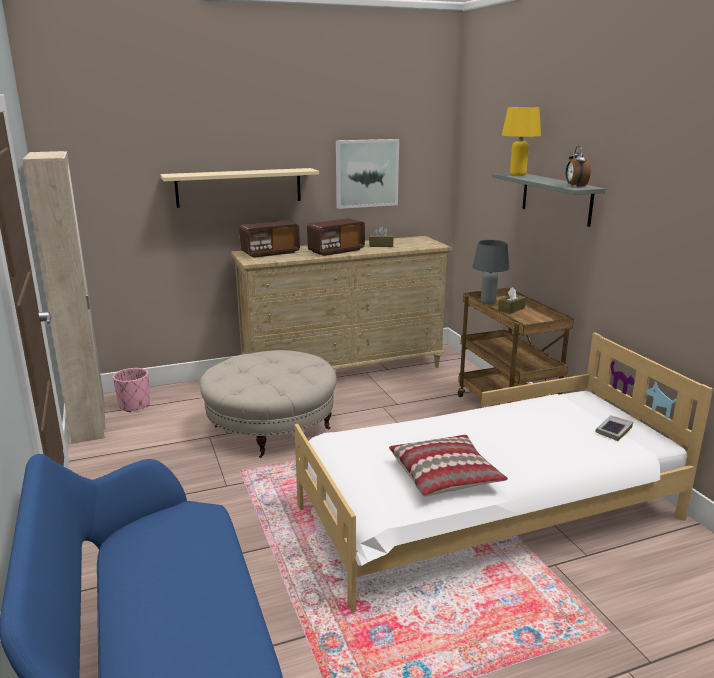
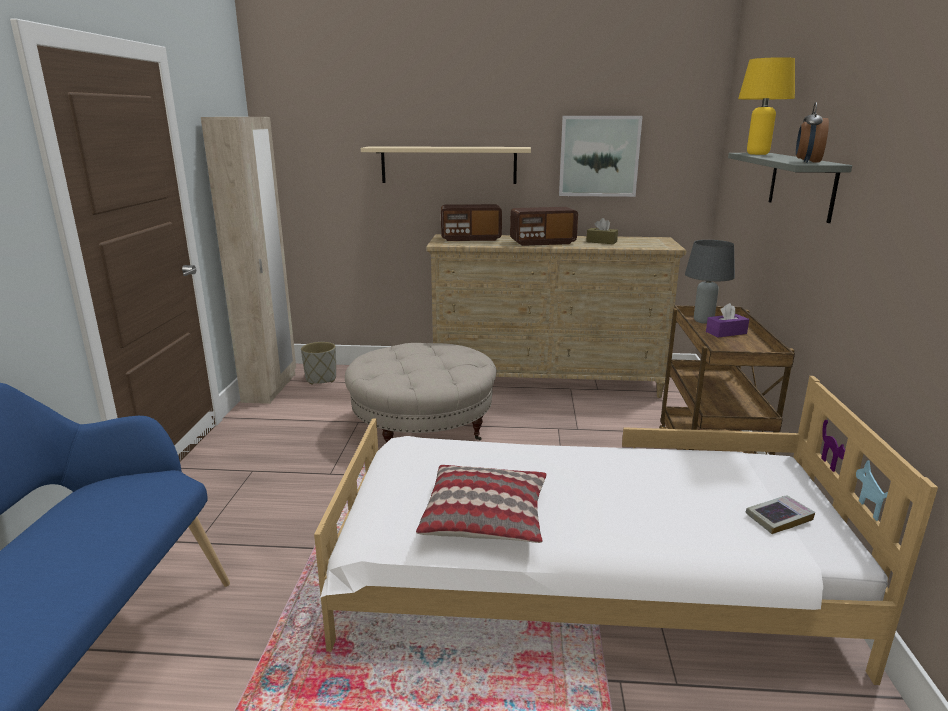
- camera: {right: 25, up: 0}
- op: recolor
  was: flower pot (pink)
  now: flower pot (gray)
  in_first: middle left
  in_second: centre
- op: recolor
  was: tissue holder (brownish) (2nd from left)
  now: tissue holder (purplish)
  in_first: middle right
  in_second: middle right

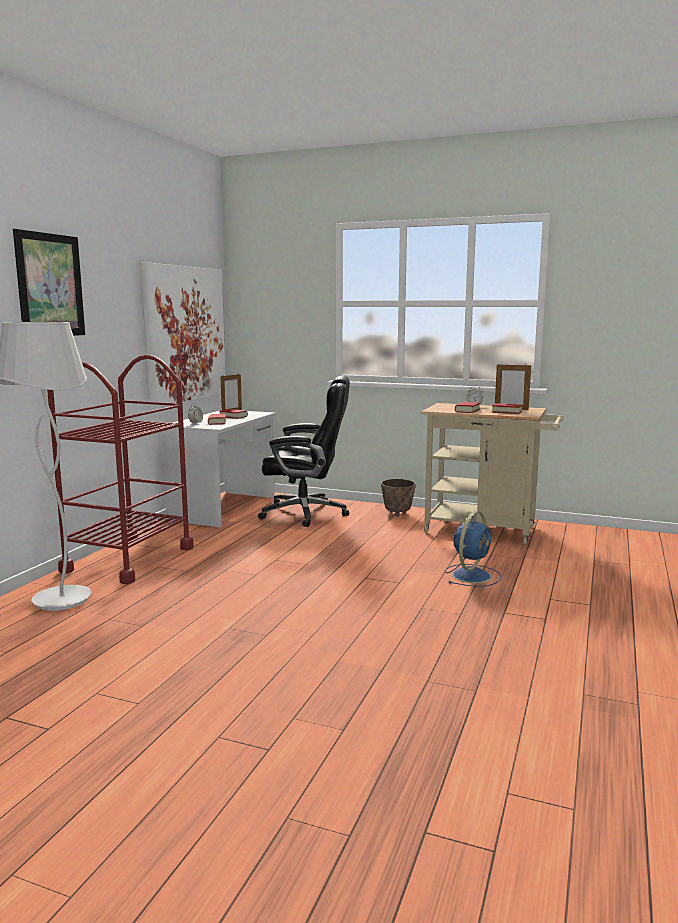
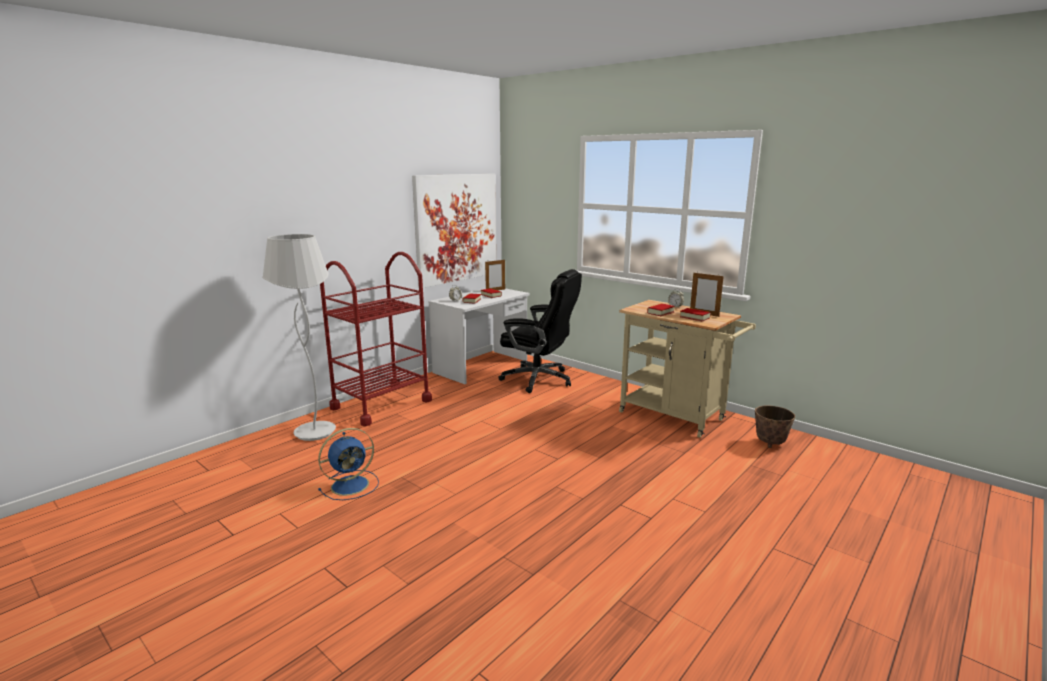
- camera: {right: 20, up: 5}
- op: delete
  was: wall art (1st from left)
  in_first: top left
- op: move
  was: flower pot
  in_first: centre
  in_second: middle right
- op: move
  was: fan (blue)
  in_first: middle right
  in_second: bottom left

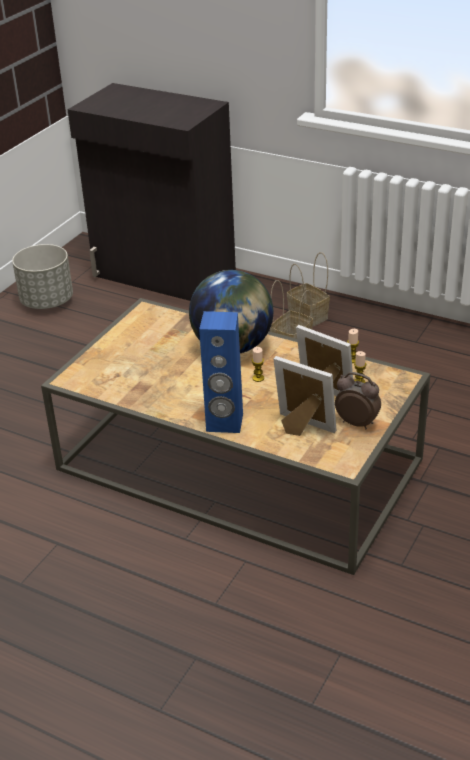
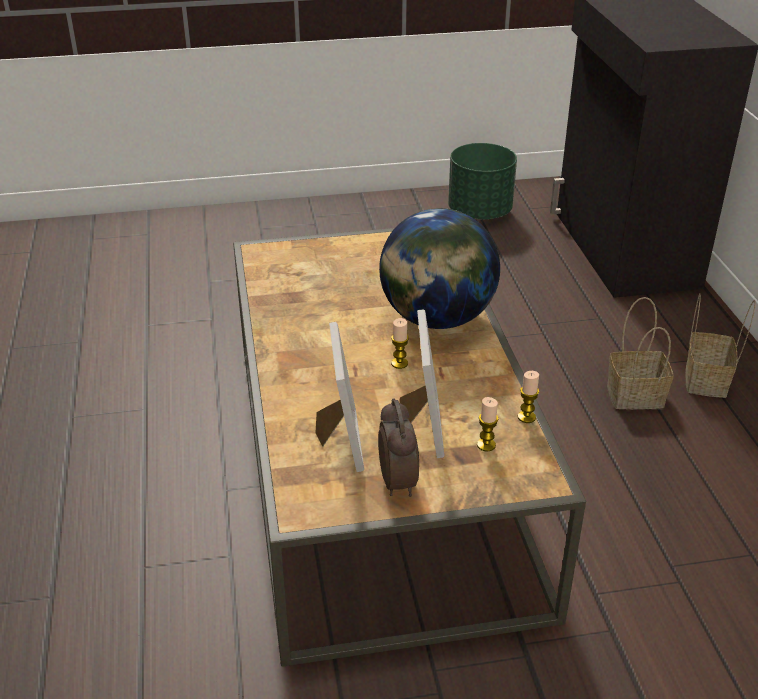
- camera: {right: 50, up: 0}
- op: delete
  was: speaker (blue)
  in_first: centre
- op: recolor
  was: flower pot (gray)
  now: flower pot (green)
  in_first: middle left
  in_second: top centre

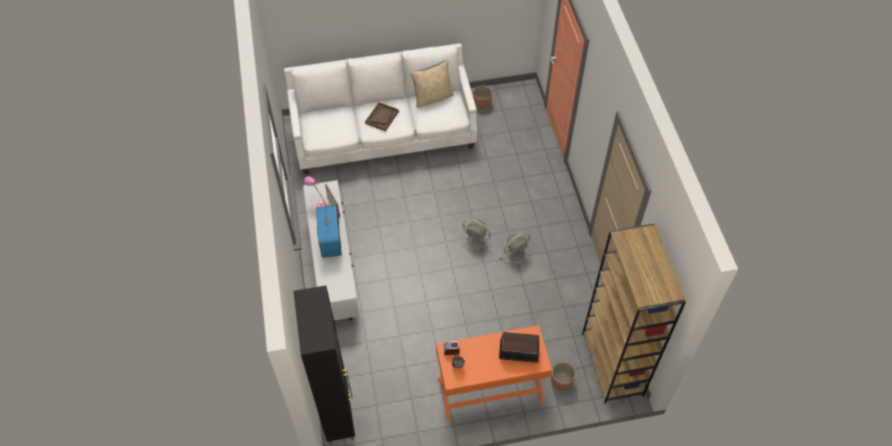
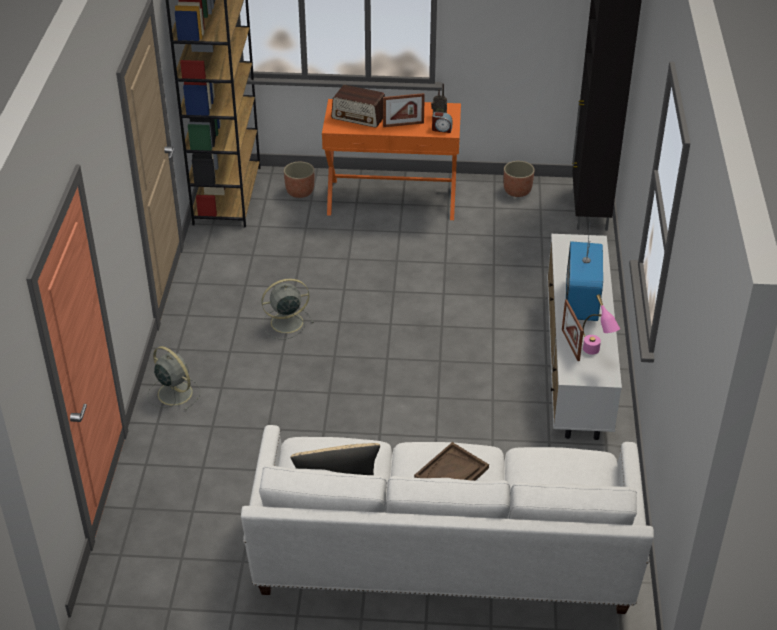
- camera: {right: -165, up: -15}
- op: insert
  now: picture frame (1st from left)
  in_second: top centre
- op: move
  was: fan (gray) (1st from left)
  in_first: centre
  in_second: middle left
- op: move
  was: flower pot (1st from left in the first image)
  now: flower pot (2nd from left)
  in_first: top centre
  in_second: top right

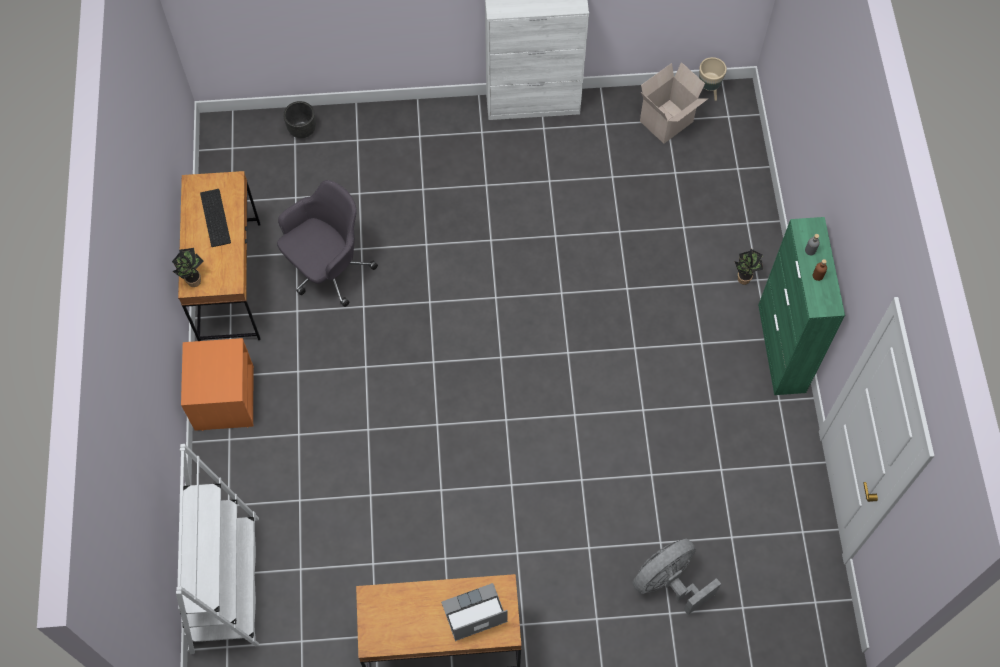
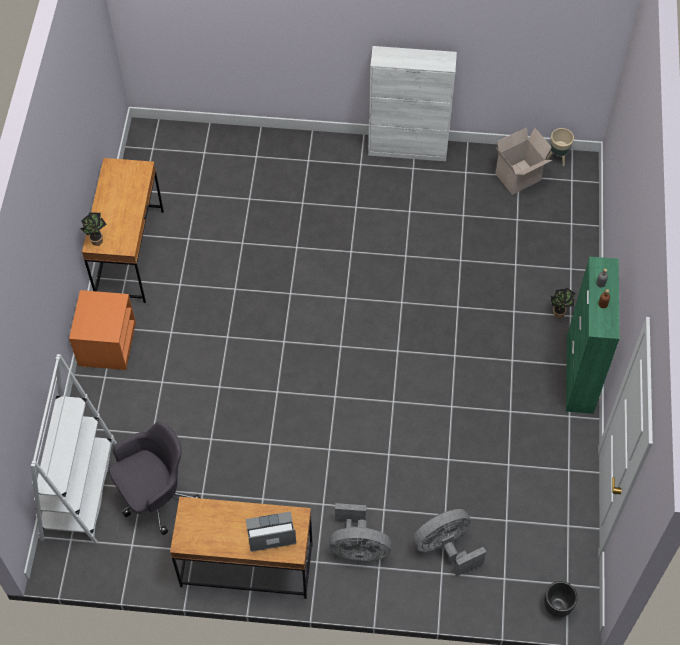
- camera: {right: 10, up: -5}
- op: delete
  was: PC keyboard
  in_first: top left
- op: insert
  now: fan (gray) (1st from left)
  in_second: bottom centre
- op: move
  was: computer chair (gray)
  in_first: middle left
  in_second: bottom left
- op: move
  was: flower pot (blackish)
  in_first: top left
  in_second: bottom right

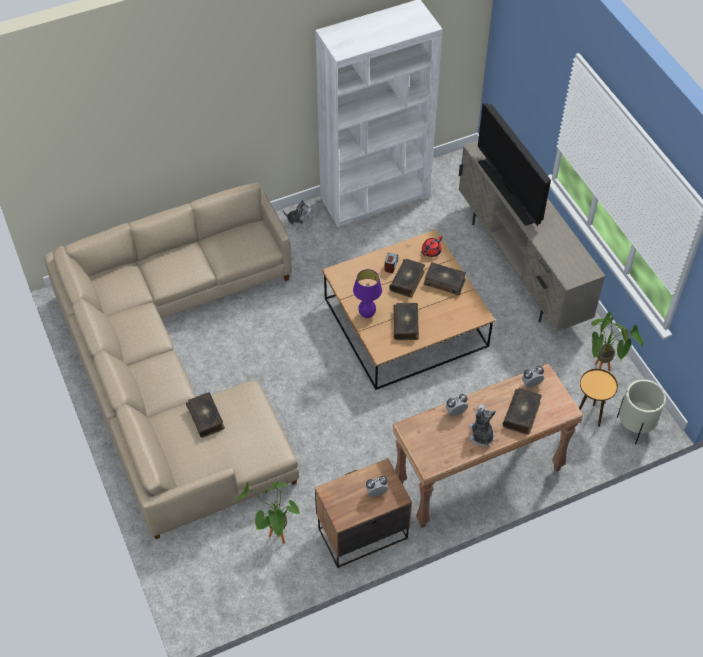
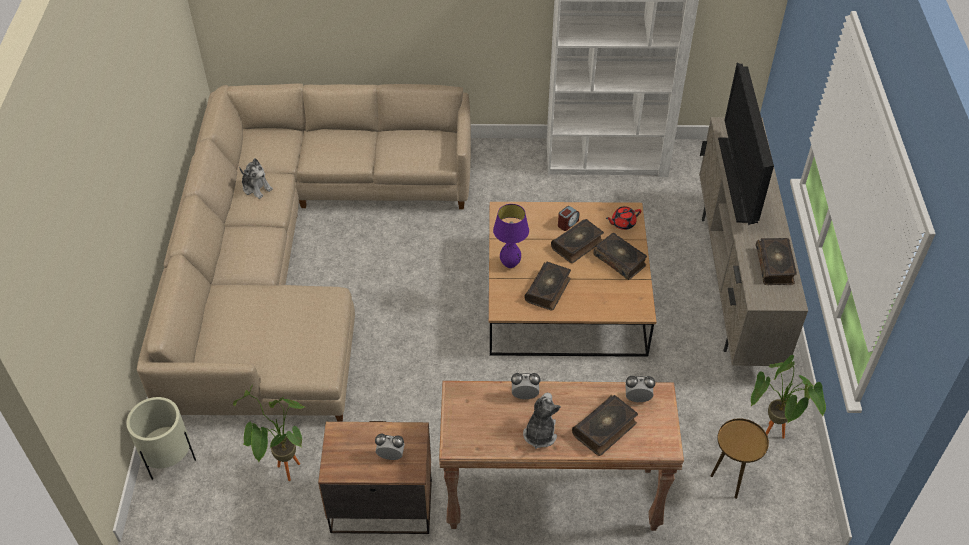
- camera: {right: 25, up: -5}
- op: move
  was: bound book (1st from left in the first image)
  now: bound book (5th from left)
  in_first: middle left
  in_second: middle right
- op: move
  was: plush toy (1st from left)
  in_first: top centre
  in_second: top left
- op: move
  was: flower pot (beige-coloured)
  in_first: middle right
  in_second: bottom left

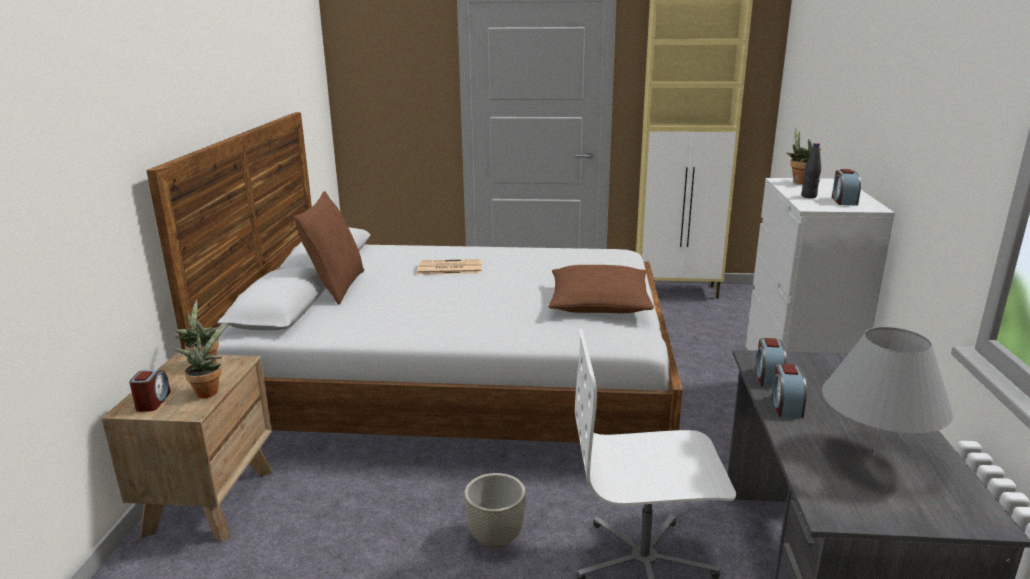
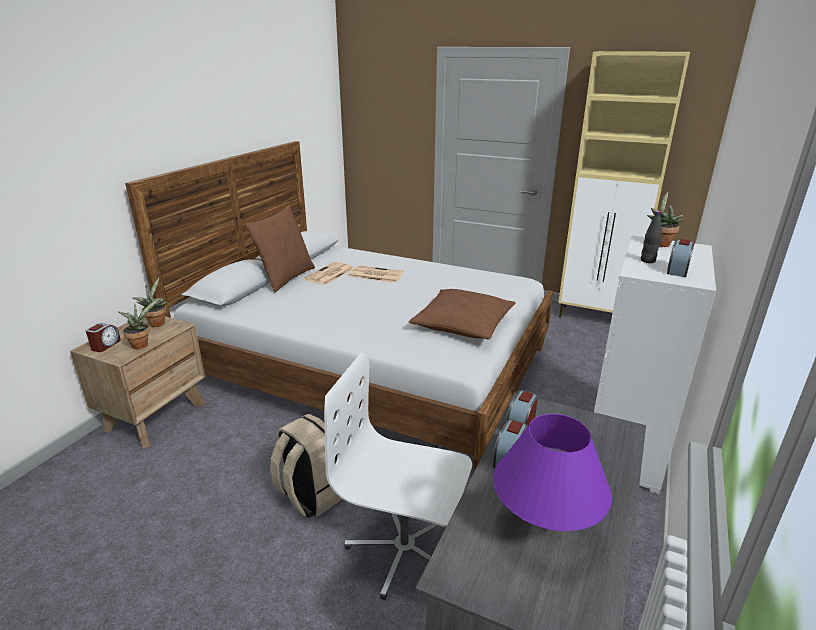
- camera: {right: 20, up: 5}
- op: insert
  now: printed paper (1st from left)
  in_second: centre
- op: replace
  was: flower pot (gray)
  now: backpack (beige-coloured)
  in_first: bottom centre
  in_second: bottom centre
- op: recolor
  was: table lamp (gray)
  now: table lamp (purplish)
  in_first: bottom right
  in_second: bottom right

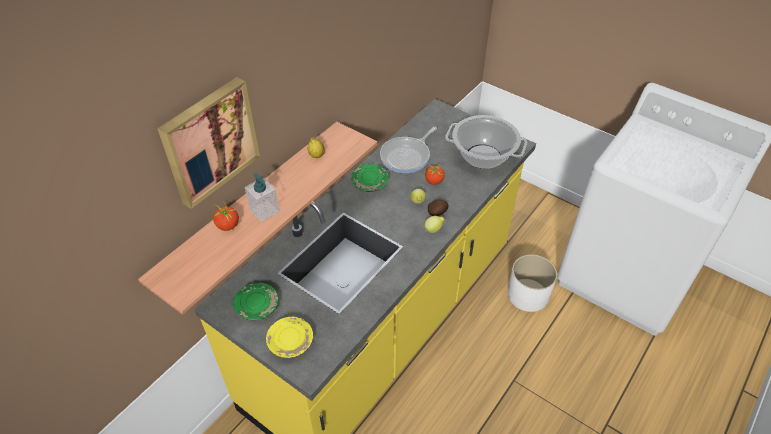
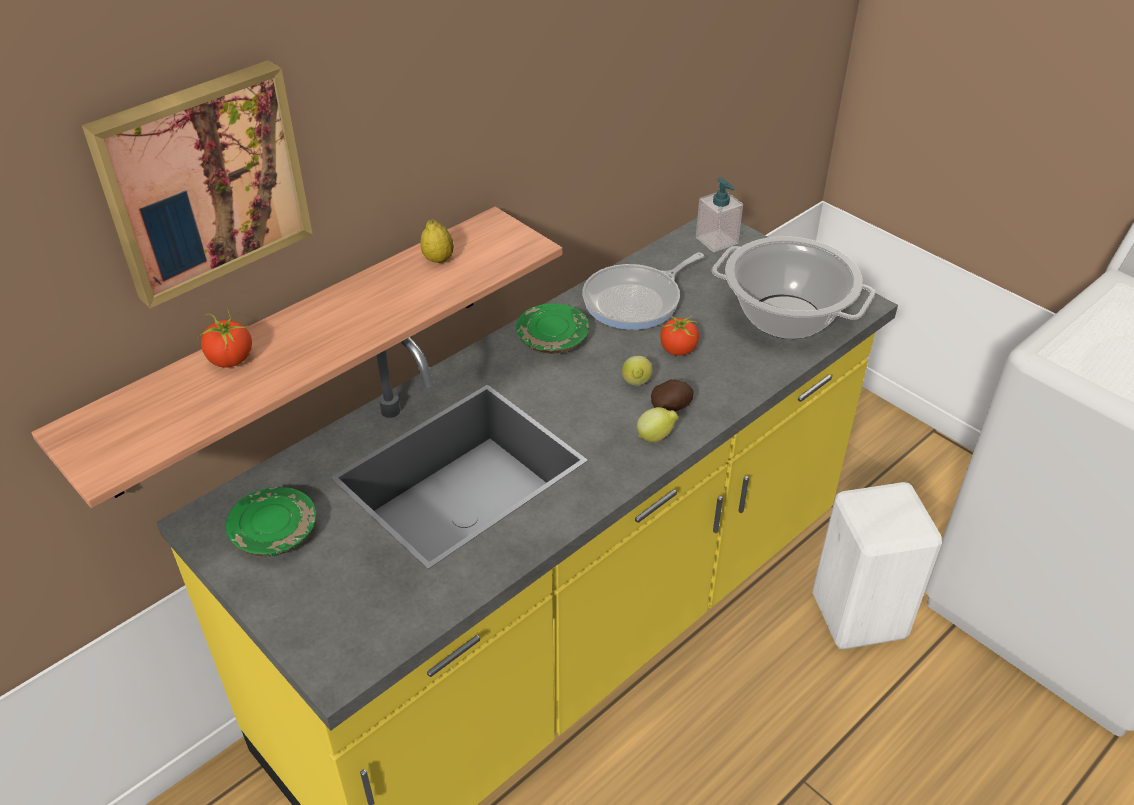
- camera: {right: 10, up: -5}
- op: delete
  was: flat dish (yellow-coloured)
  in_first: bottom centre
- op: move
  was: soap bottle
  in_first: centre
  in_second: top centre
- op: replace
  was: flower pot (whitish)
  now: stool (whitish)
  in_first: middle right
  in_second: bottom right

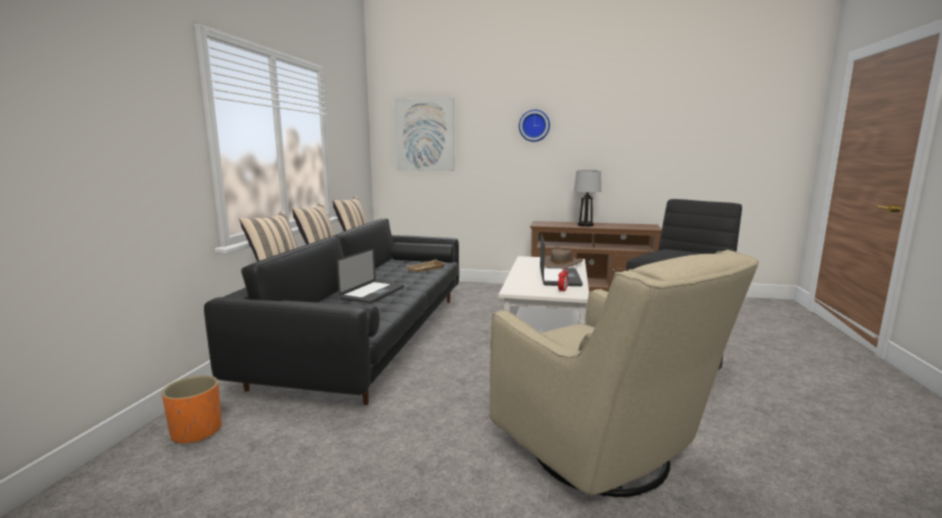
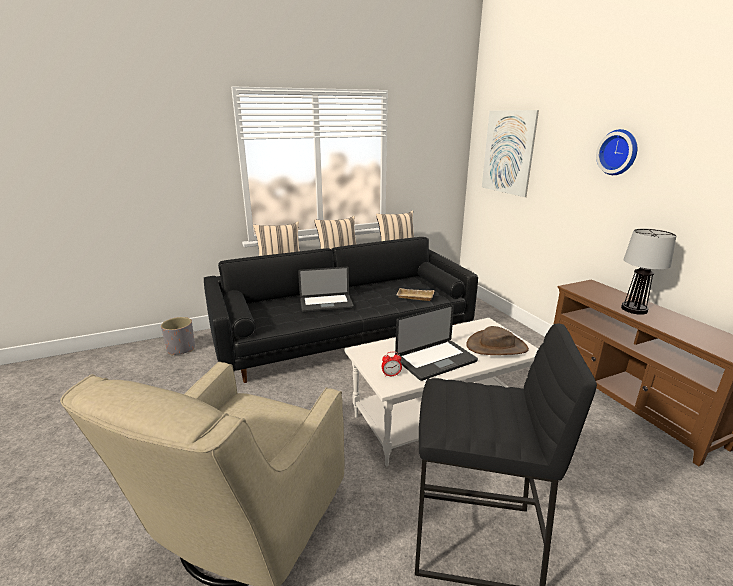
- camera: {right: 55, up: 10}
- op: recolor
  was: flower pot (orange-coloured)
  now: flower pot (gray)
  in_first: bottom left
  in_second: middle left

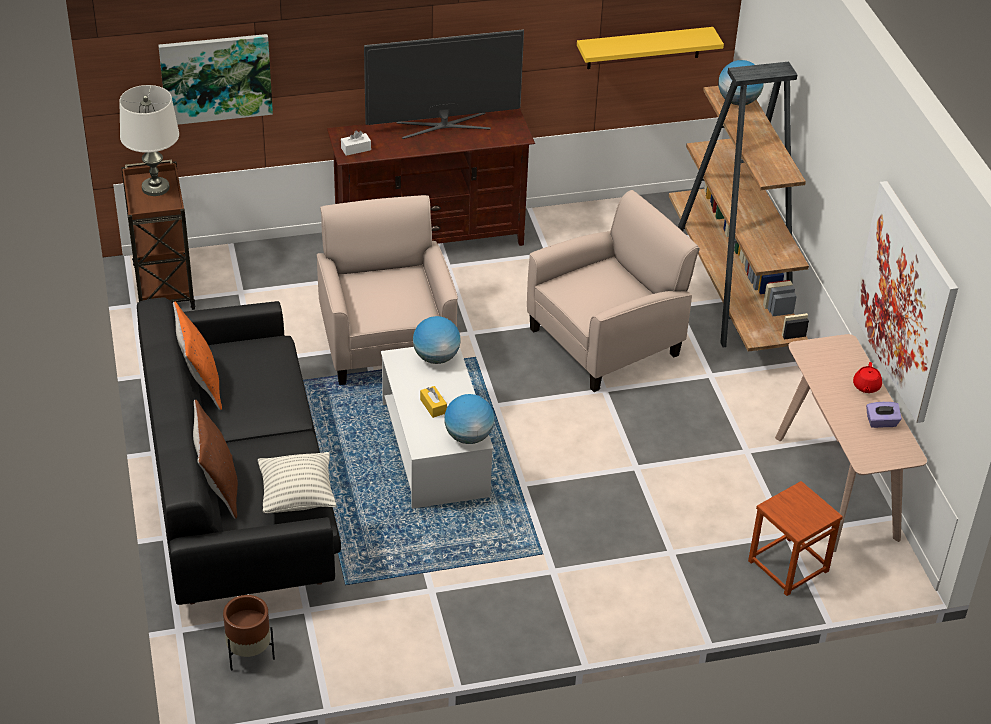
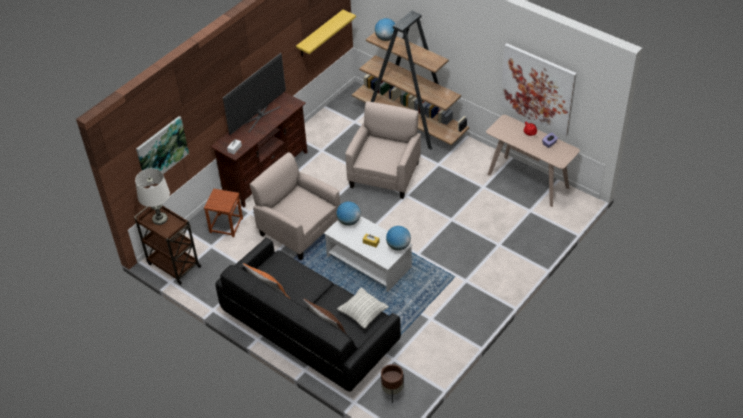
- camera: {right: -35, up: 5}
- op: move
  was: stool (brownish)
  in_first: bottom right
  in_second: middle left

